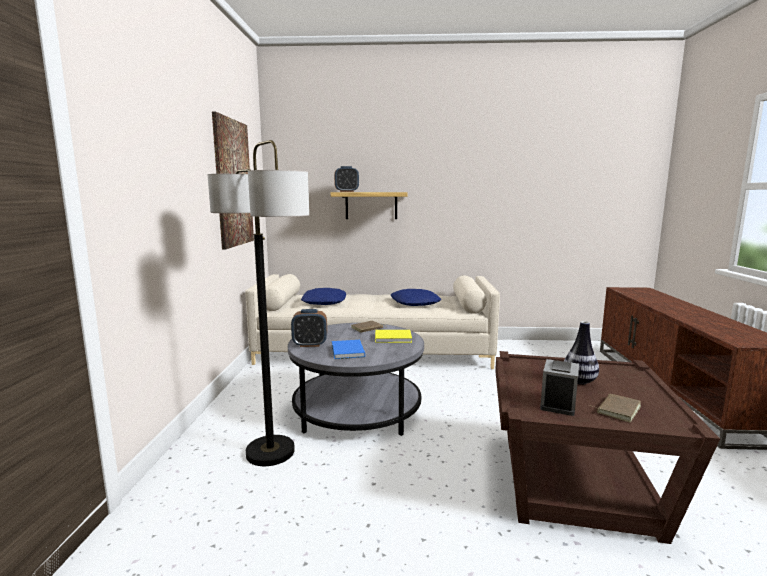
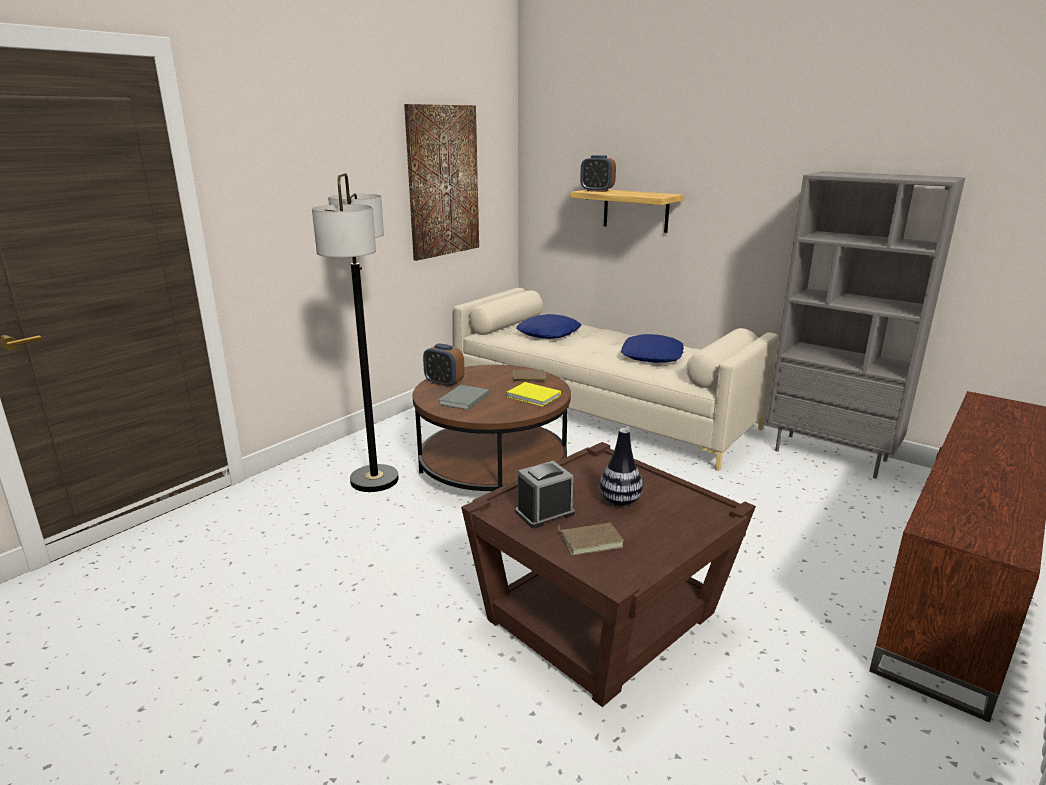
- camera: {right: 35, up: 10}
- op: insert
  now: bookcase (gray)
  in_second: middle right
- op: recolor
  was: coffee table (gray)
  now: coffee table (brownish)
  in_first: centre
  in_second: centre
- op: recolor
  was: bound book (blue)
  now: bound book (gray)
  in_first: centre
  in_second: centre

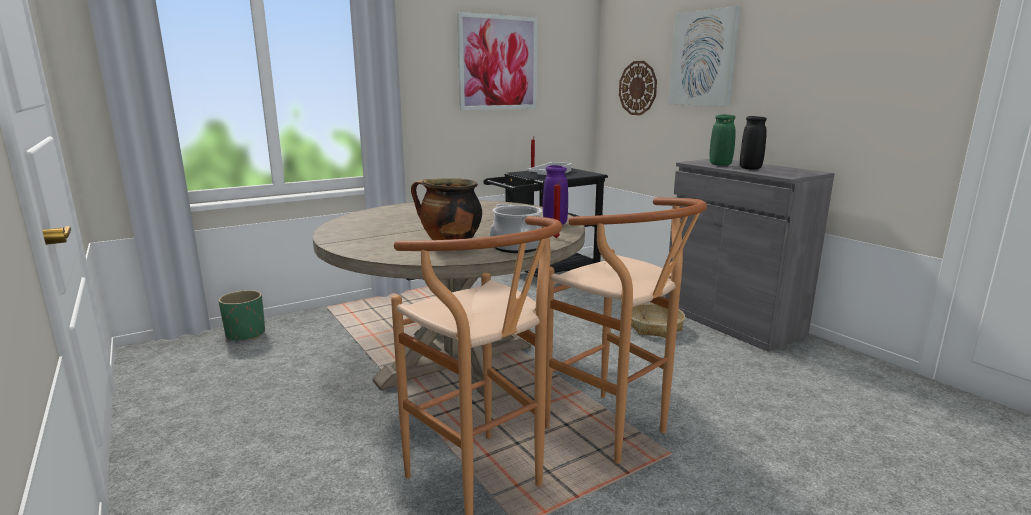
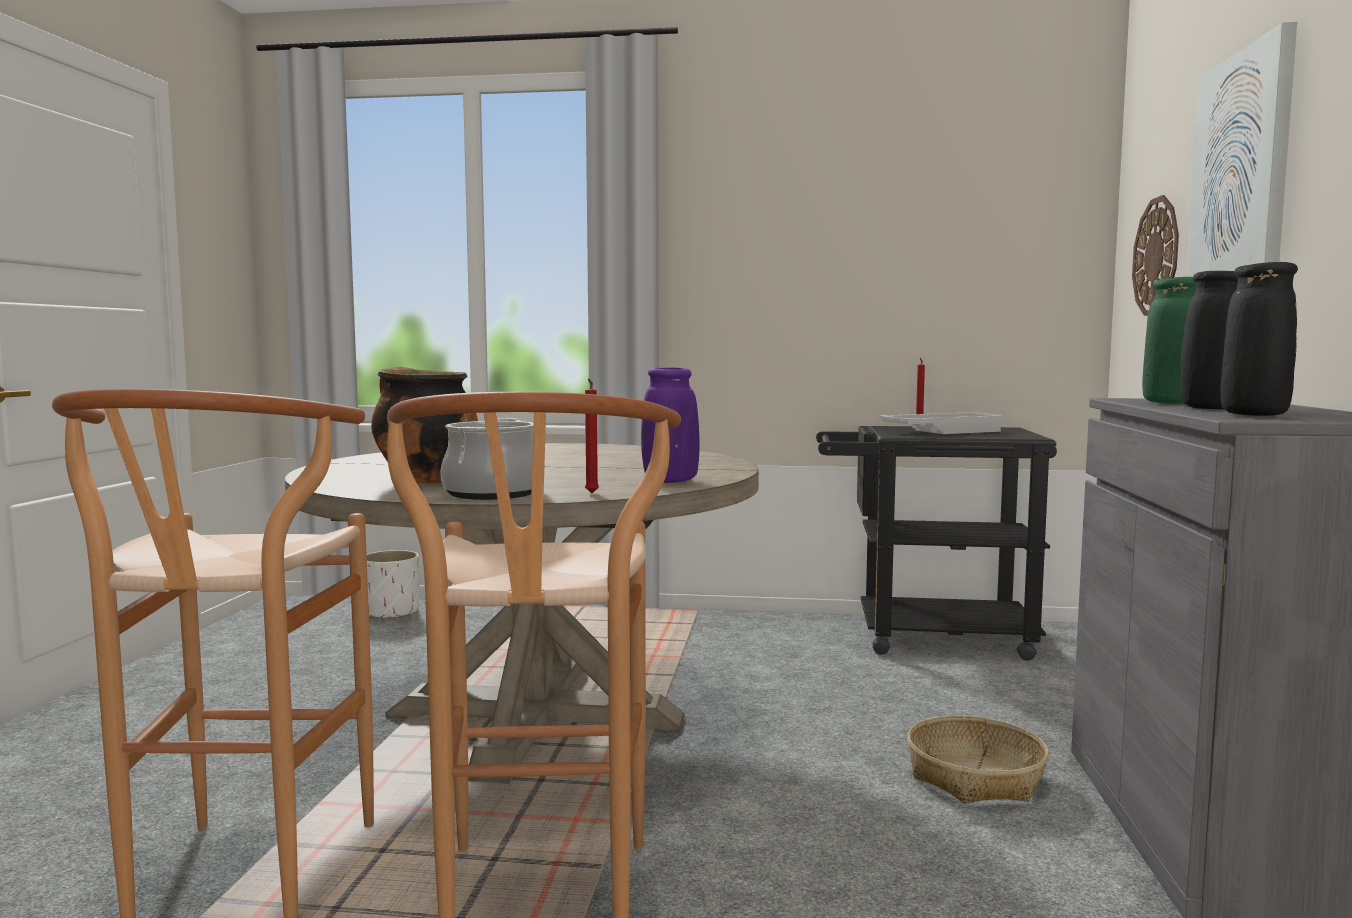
- camera: {right: 40, up: -10}
- op: delete
  was: wall art (1st from left)
  in_first: top centre
- op: insert
  now: vase (blackish) (2nd from left)
  in_second: middle right
- op: recolor
  was: flower pot (green)
  now: flower pot (whitish)
  in_first: middle left
  in_second: middle left

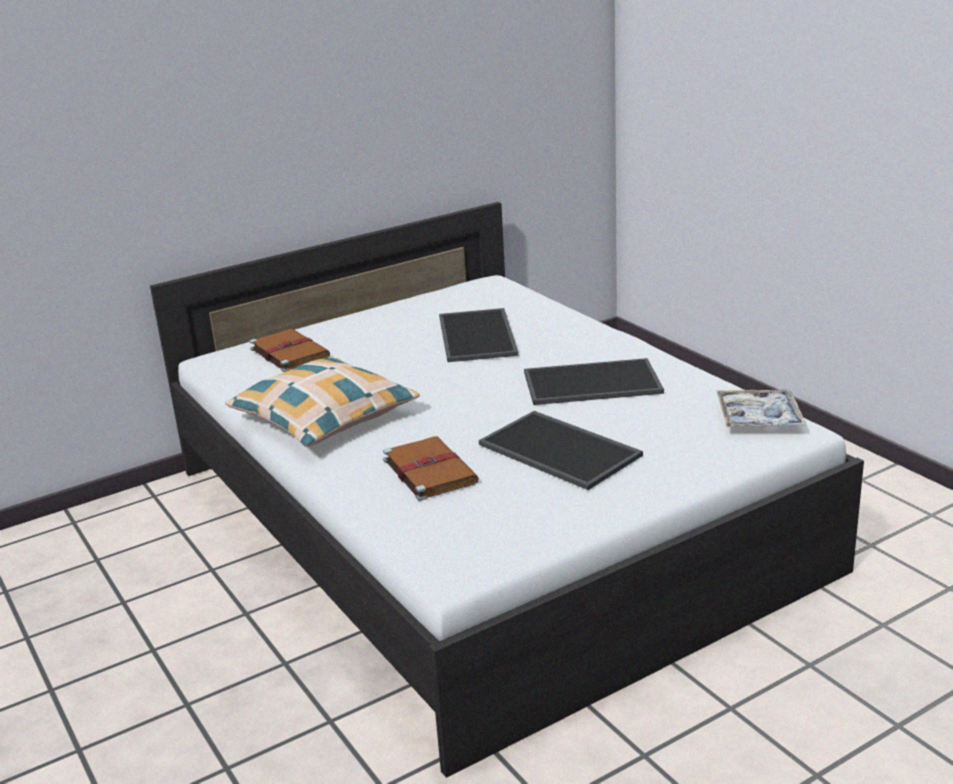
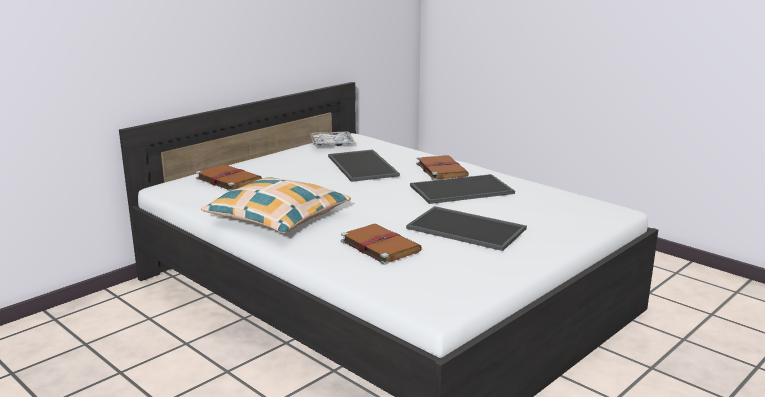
- camera: {right: -15, up: -5}
- op: insert
  now: bound book (brownish) (3rd from left)
  in_second: centre
- op: move
  was: serving tray (4th from left in the first image)
  now: serving tray (1st from left)
  in_first: middle right
  in_second: centre

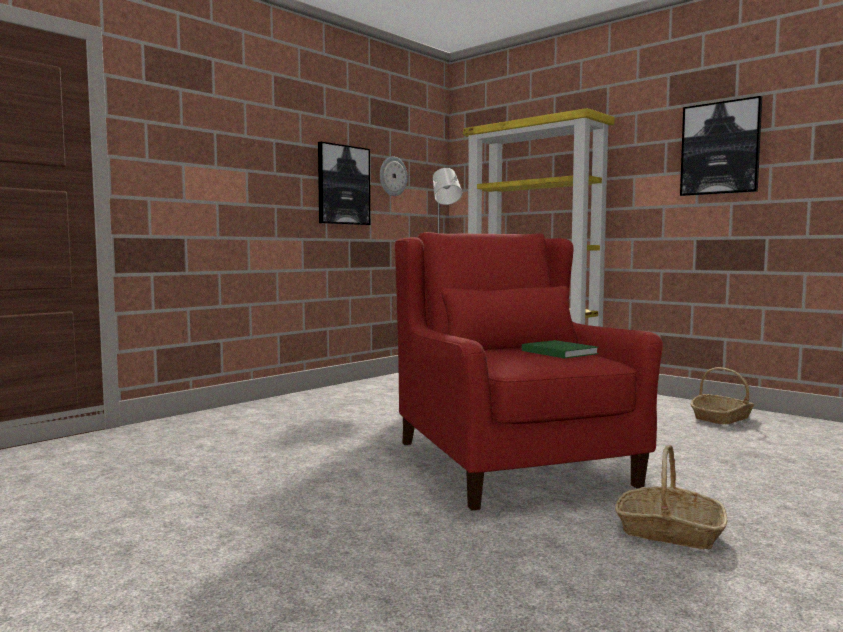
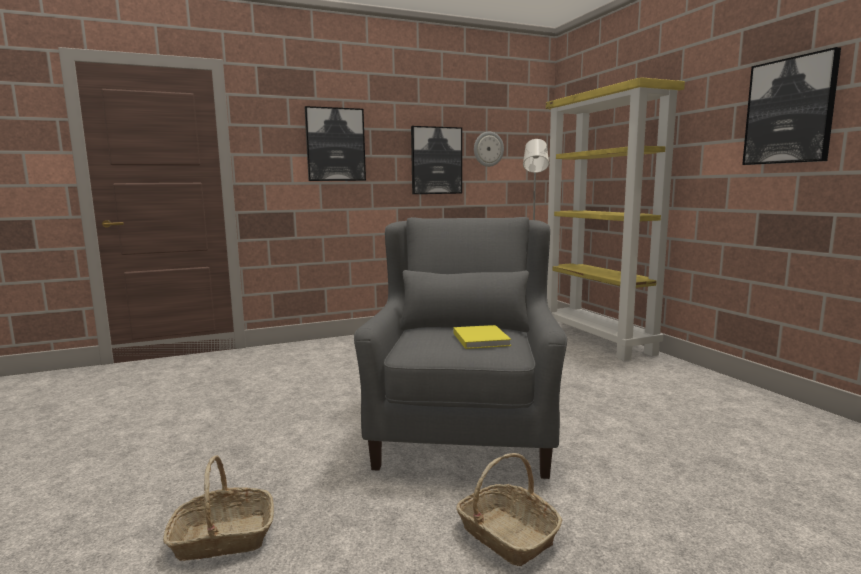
- camera: {right: 25, up: 5}
- op: insert
  now: wall art (1st from left)
  in_second: top centre
- op: move
  was: household basket (2nd from left in the first image)
  now: household basket (1st from left)
  in_first: middle right
  in_second: bottom left
- op: recolor
  was: armchair (reddish)
  now: armchair (gray)
  in_first: centre
  in_second: centre
- op: recolor
  was: bound book (green)
  now: bound book (yellow-coloured)
  in_first: centre
  in_second: centre

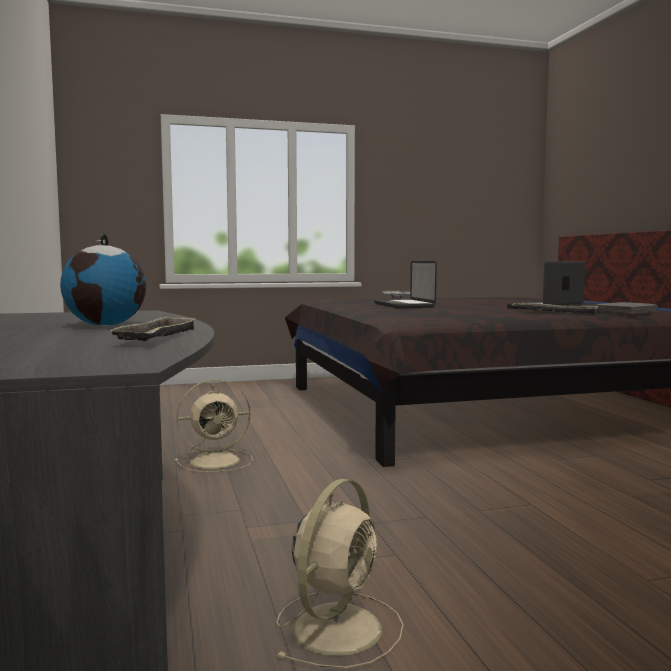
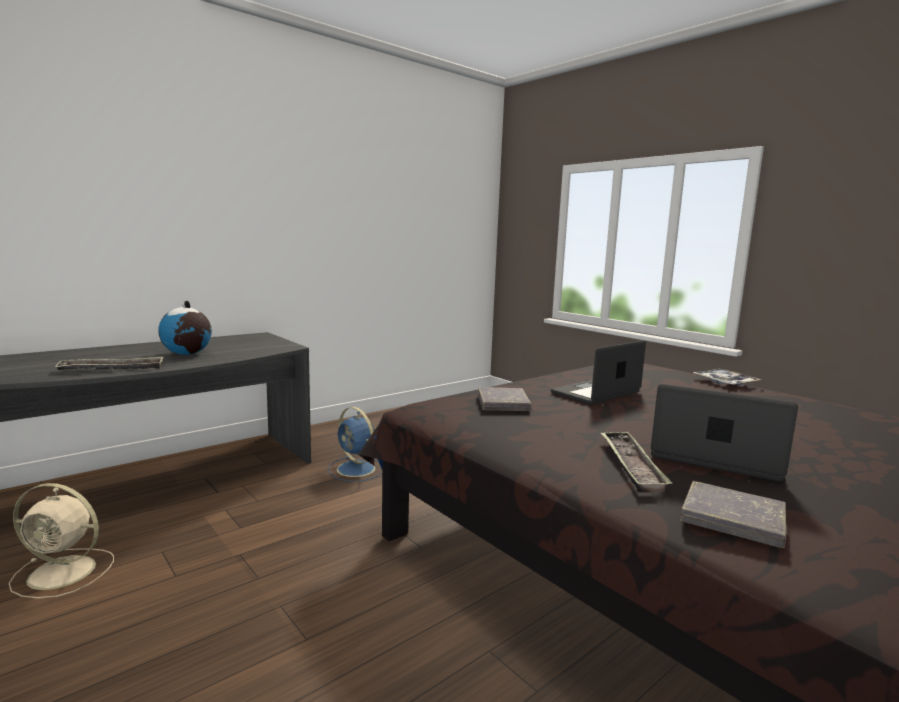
- camera: {right: 65, up: 5}
- op: insert
  now: bound book (gray) (1st from left)
  in_second: centre
- op: recolor
  was: fan (beige-coloured) (1st from left)
  now: fan (blue)
  in_first: middle left
  in_second: centre

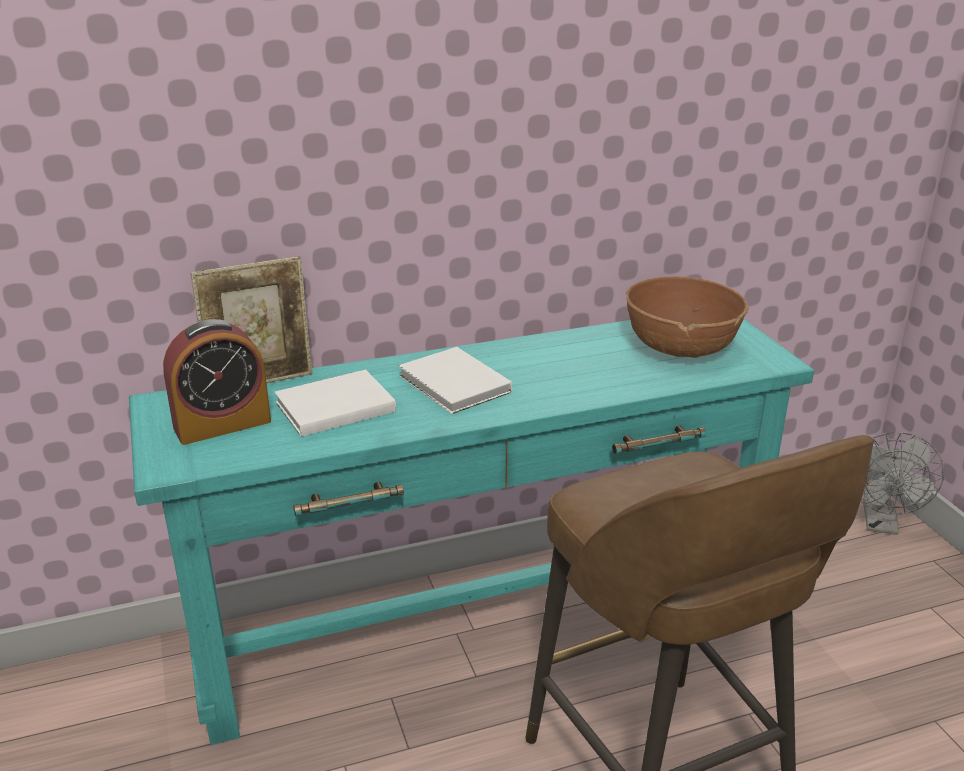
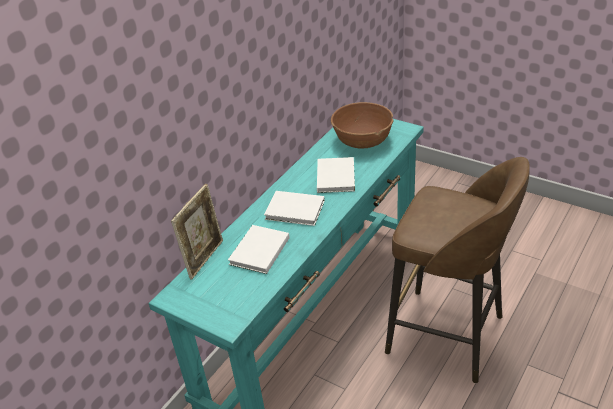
- camera: {right: -35, up: 10}
- op: delete
  was: bedside clock
  in_first: middle left
- op: delete
  was: fan (gray)
  in_first: middle right
- op: insert
  now: bound book (whitish) (3rd from left)
  in_second: centre

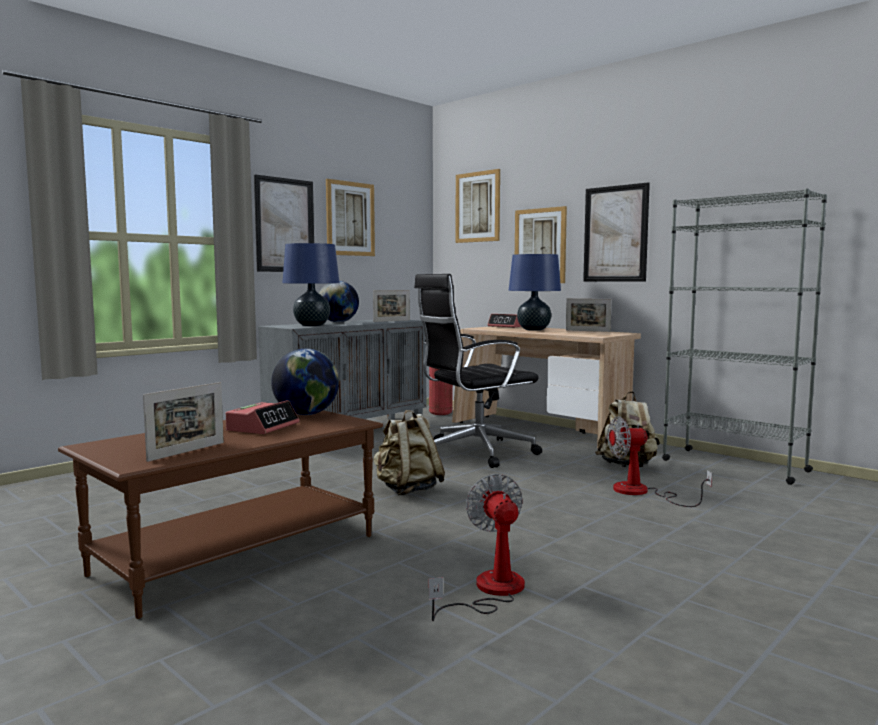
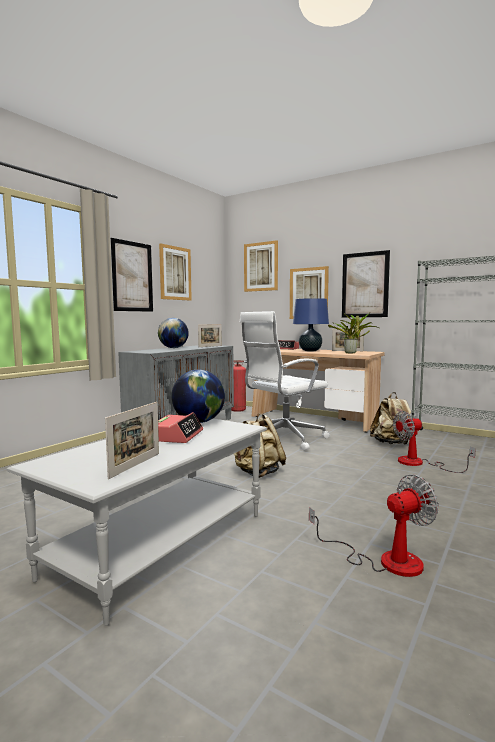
- camera: {right: -10, up: 0}
- op: delete
  was: table lamp (blue) (1st from left)
  in_first: centre
- op: insert
  now: plant in a pot
  in_second: middle right
- op: recolor
  was: coffee table (brownish)
  now: coffee table (gray)
  in_first: bottom left
  in_second: bottom left
- op: recolor
  was: computer chair (blackish)
  now: computer chair (whitish)
  in_first: centre
  in_second: centre
- op: rotate
  was: fan (1st from left)
  in_first: bottom centre
  in_second: bottom right
  clockwise: 90

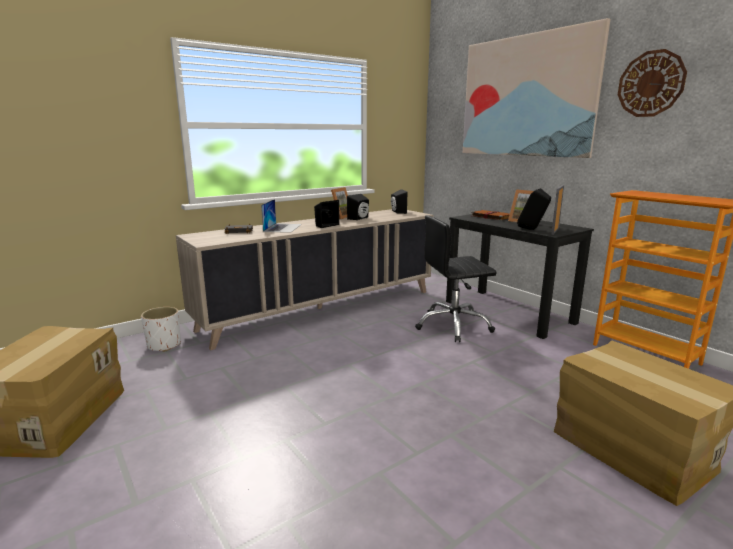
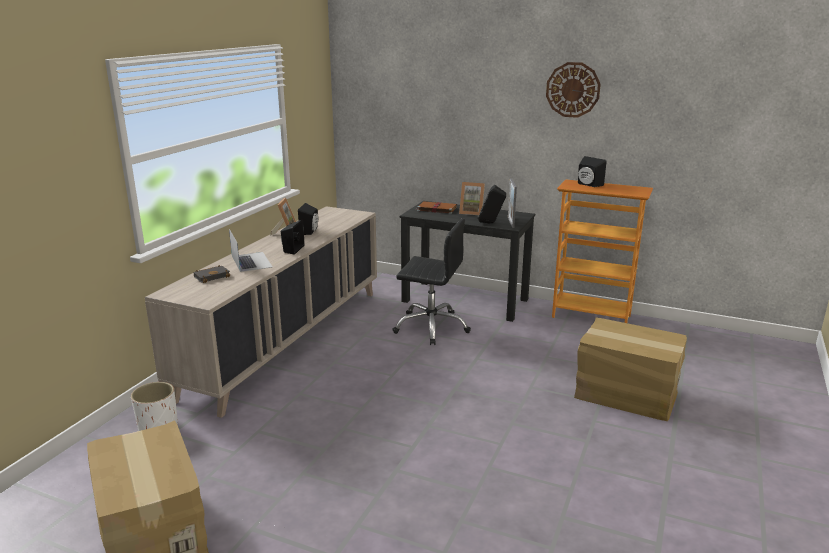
- camera: {right: -30, up: 5}
- op: delete
  was: wall art
  in_first: top right
- op: move
  was: speaker (blackish) (3rd from left in the first image)
  now: speaker (blackish) (4th from left)
  in_first: centre
  in_second: top right
- op: rotate
  was: computer chair (blackish)
  in_first: centre
  in_second: centre
  clockwise: -120

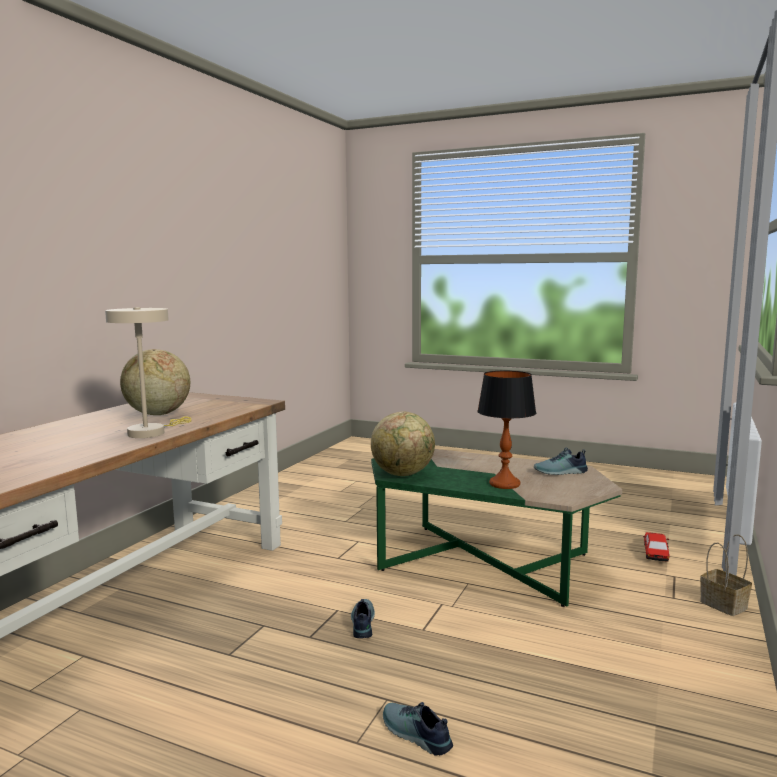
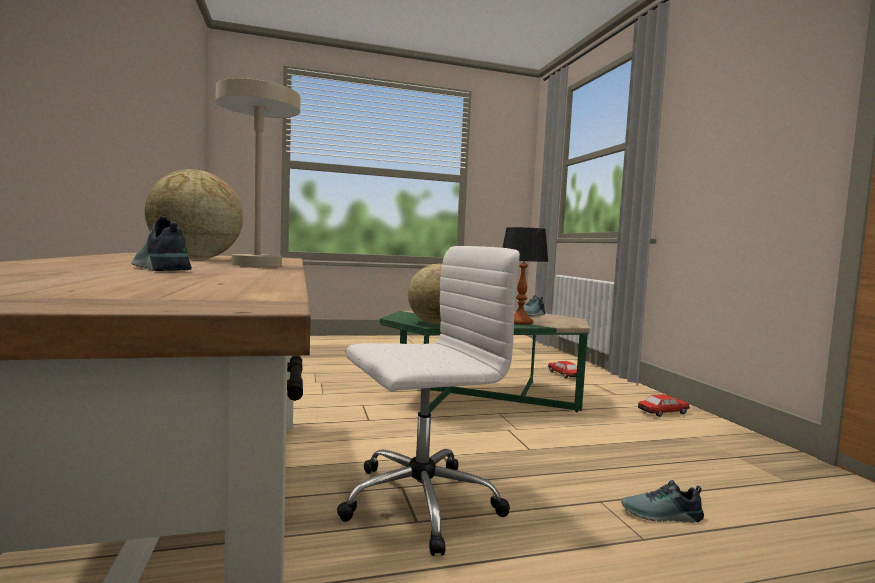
- camera: {right: -40, up: -5}
- op: delete
  was: household basket
  in_first: bottom right
- op: insert
  now: computer chair (whitish)
  in_second: bottom centre
- op: insert
  now: toy car (2nd from left)
  in_second: bottom right
- op: move
  was: low shoe (1st from left)
  in_first: bottom centre
  in_second: middle left

